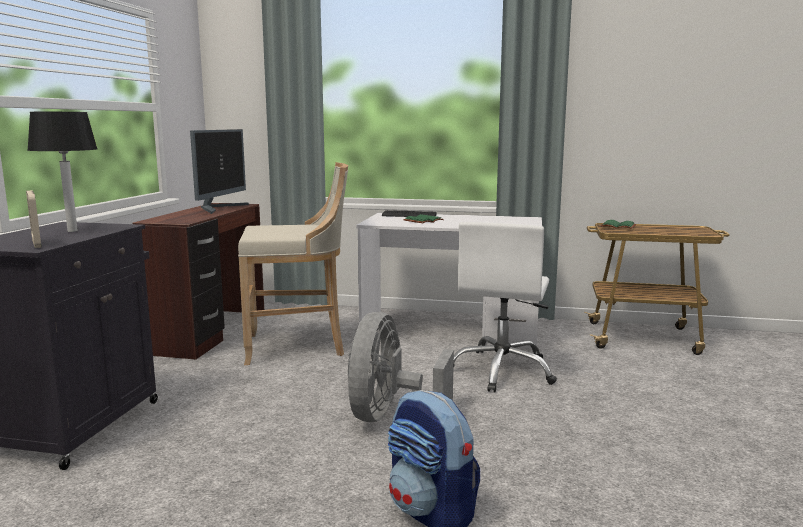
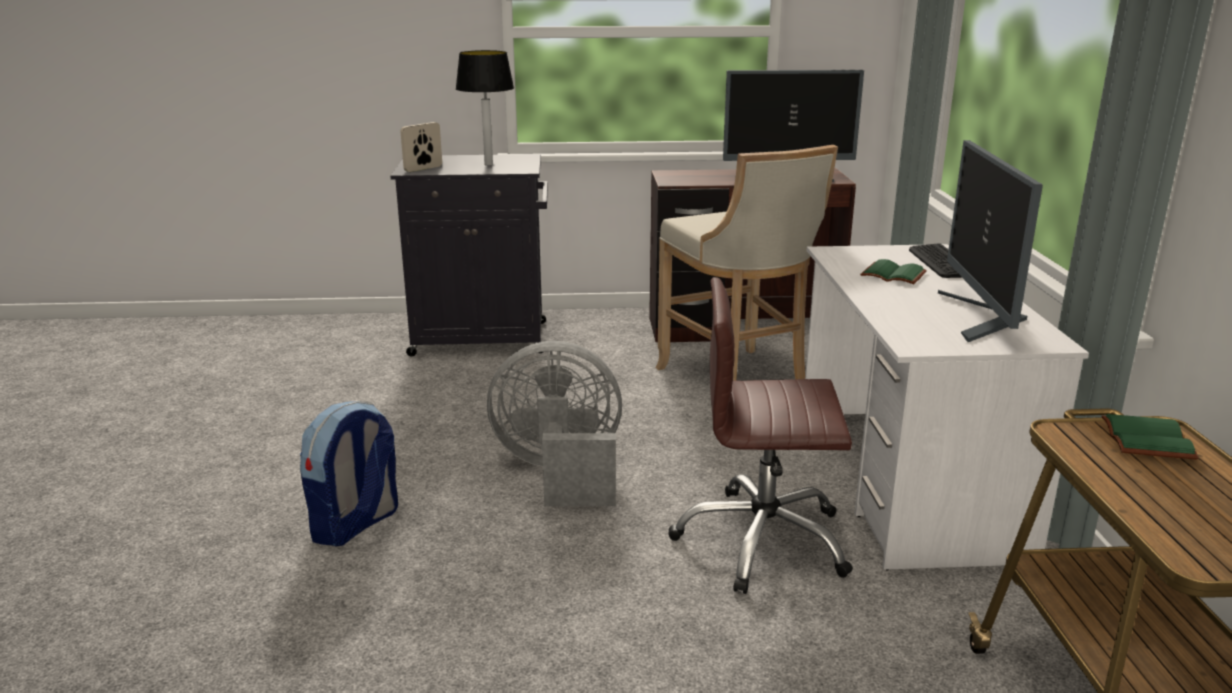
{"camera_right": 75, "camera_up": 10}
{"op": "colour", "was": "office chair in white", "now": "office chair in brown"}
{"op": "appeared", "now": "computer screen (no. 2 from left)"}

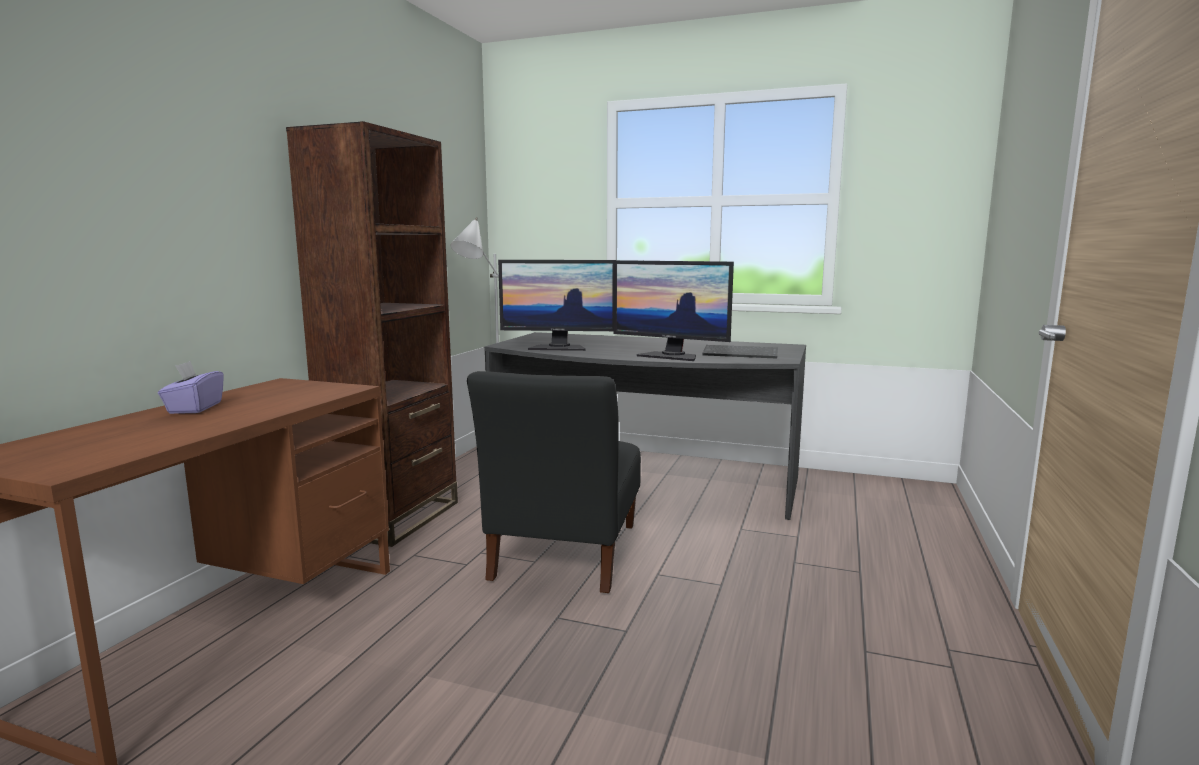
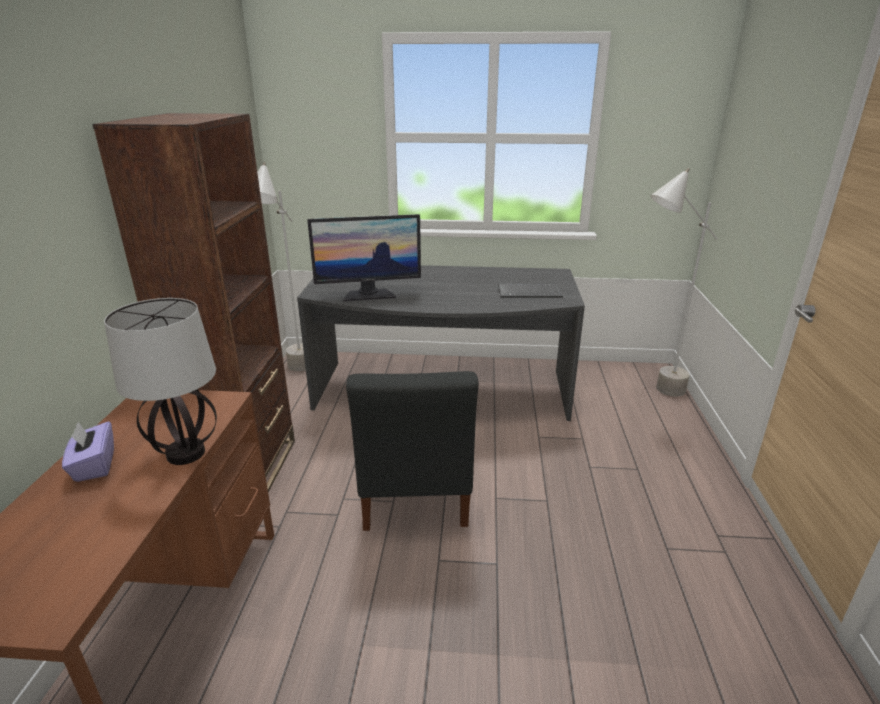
{"camera_right": -15, "camera_up": 15}
{"op": "missing", "was": "computer screen (no. 2 from left)"}
{"op": "appeared", "now": "lamp for a table"}
{"op": "appeared", "now": "standing lamp in grey (no. 2 from left)"}

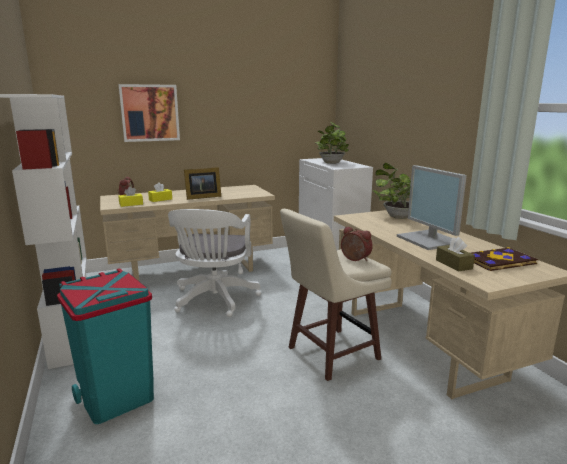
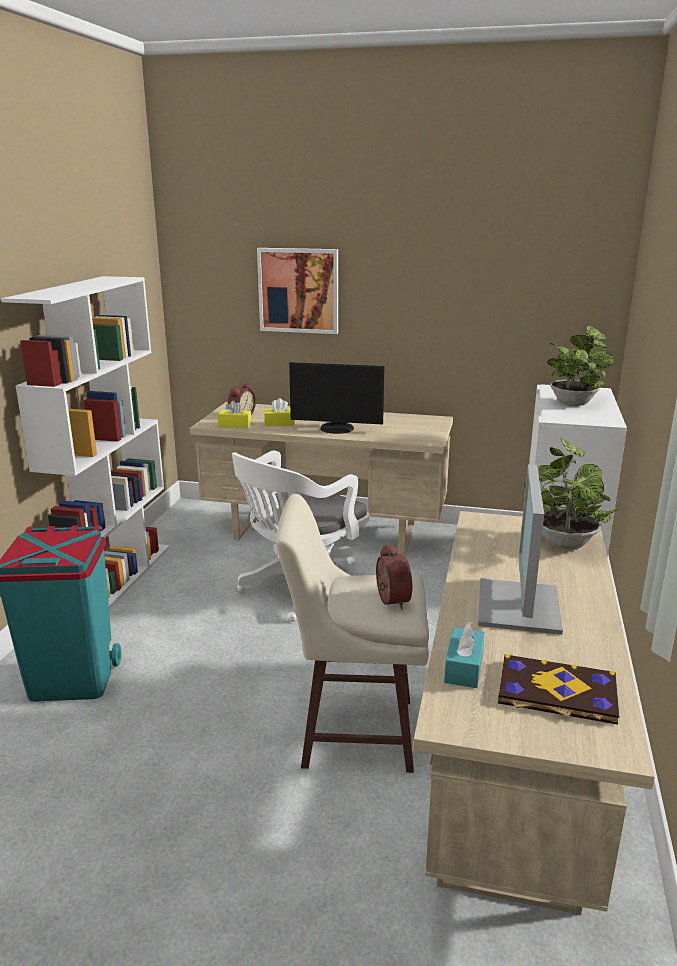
{"camera_right": 35, "camera_up": 5}
{"op": "exchanged", "was": "photo frame", "now": "computer screen (no. 1 from left)"}
{"op": "colour", "was": "tissue box in brown", "now": "tissue box in turquoise-coloured"}

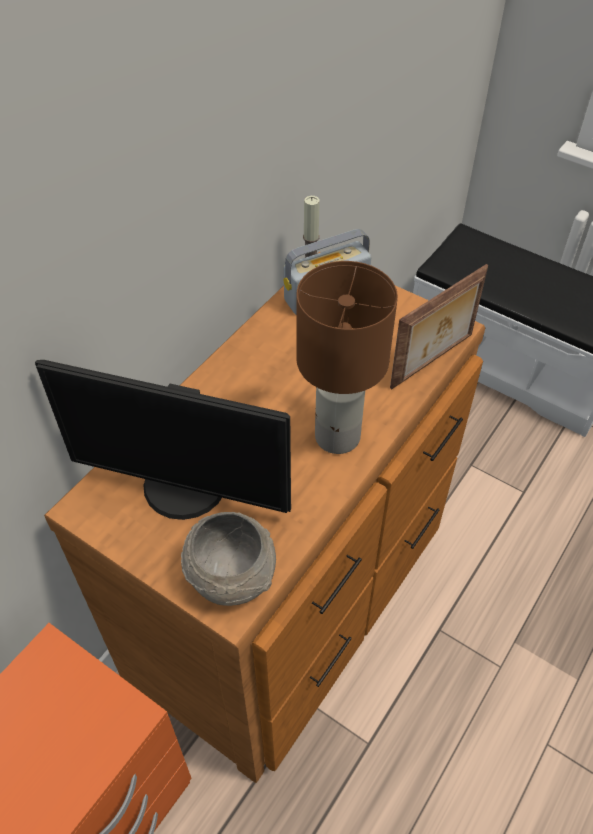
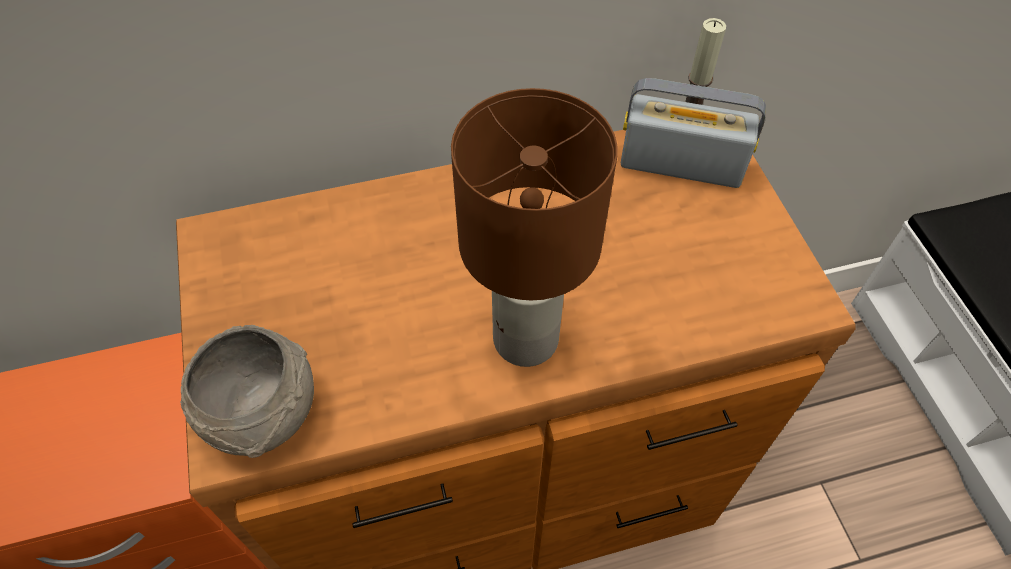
{"camera_right": 40, "camera_up": 5}
{"op": "missing", "was": "computer screen"}
{"op": "missing", "was": "photo frame"}

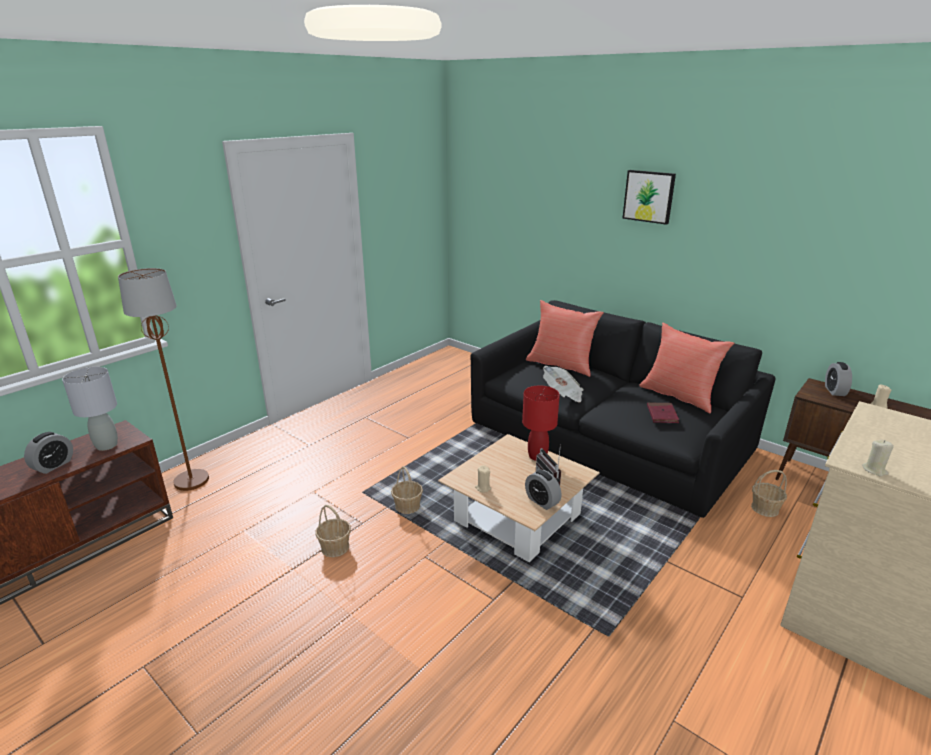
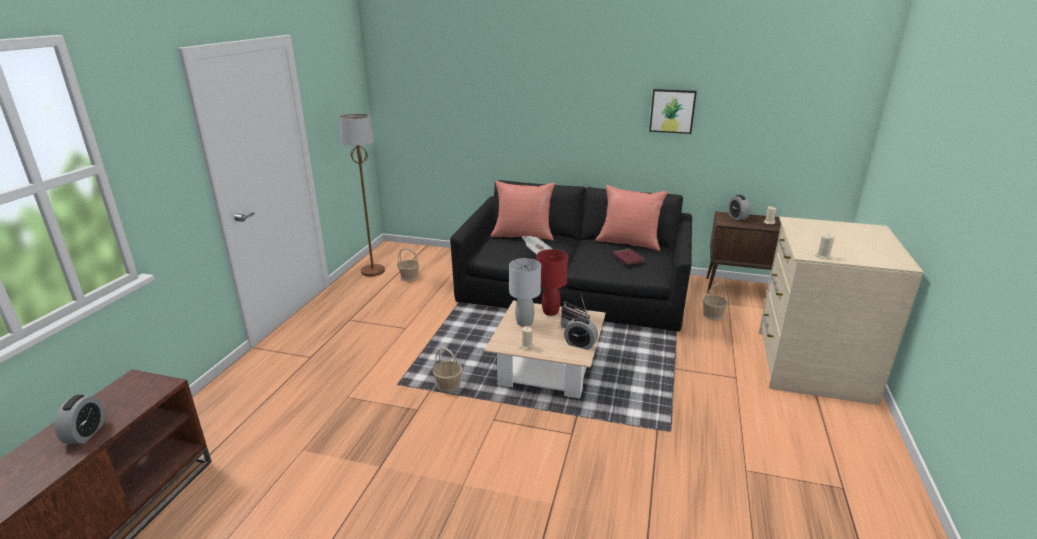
{"camera_right": -25, "camera_up": 0}
{"op": "relocated", "was": "lamp for a table in grey"}
{"op": "relocated", "was": "standing lamp in brown"}
{"op": "relocated", "was": "basket (no. 1 from left)"}
{"op": "relocated", "was": "picture"}

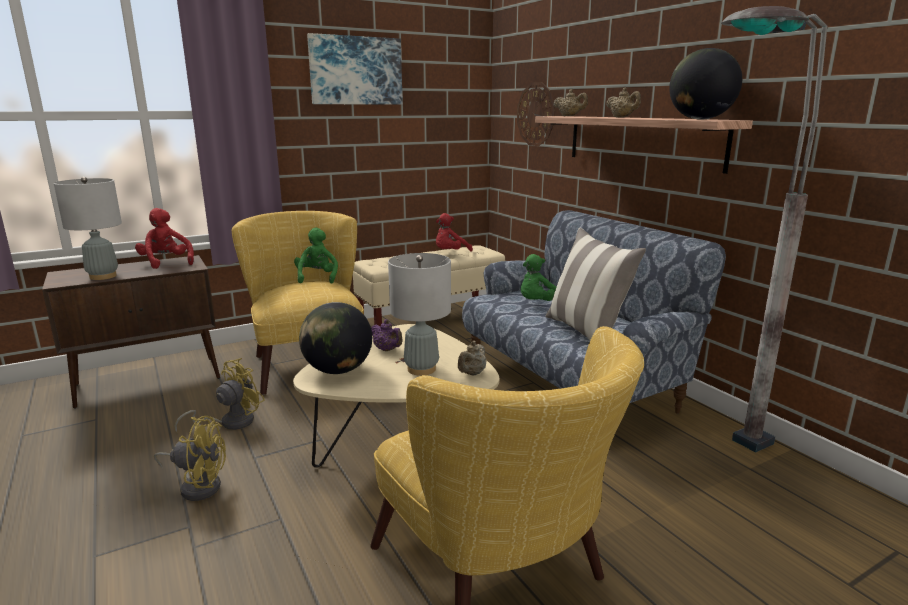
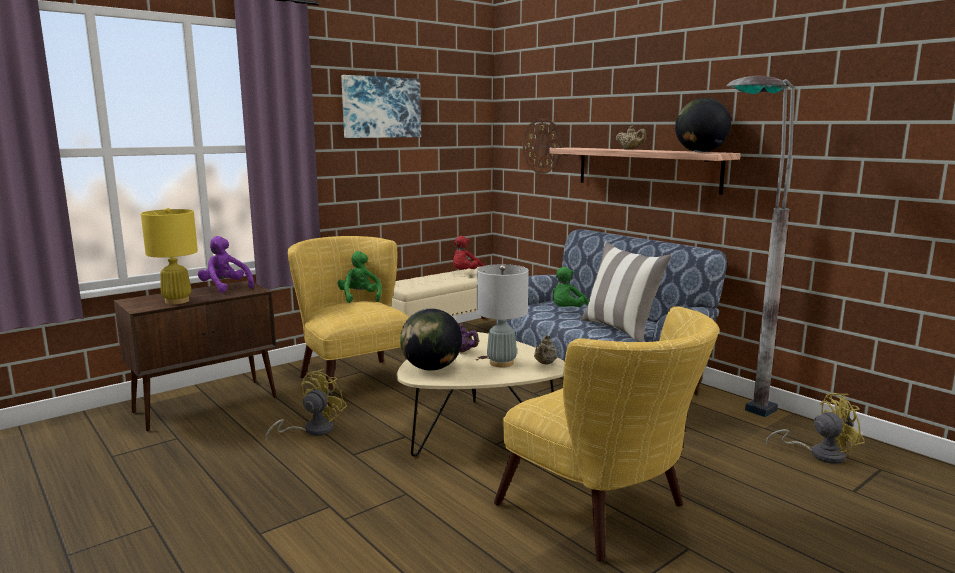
{"camera_right": -10, "camera_up": -5}
{"op": "colour", "was": "lamp for a table in grey (no. 1 from left)", "now": "lamp for a table in yellow"}
{"op": "colour", "was": "cuddly toy in reddish (no. 1 from left)", "now": "cuddly toy in purplish"}
{"op": "relocated", "was": "cooling fan in yellow (no. 1 from left in the first image)", "now": "cooling fan in yellow (no. 2 from left)"}
{"op": "missing", "was": "pot for tea in beige (no. 2 from left)"}

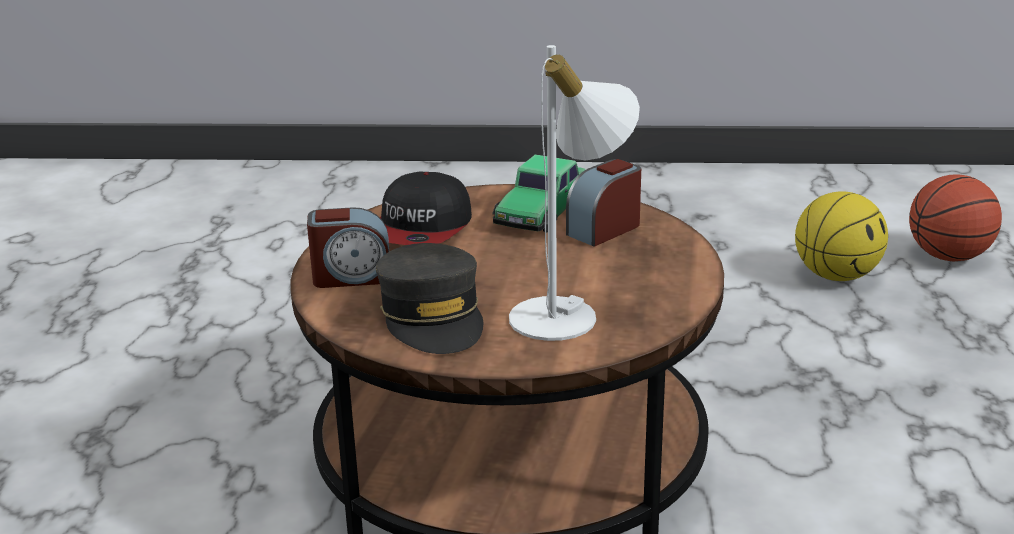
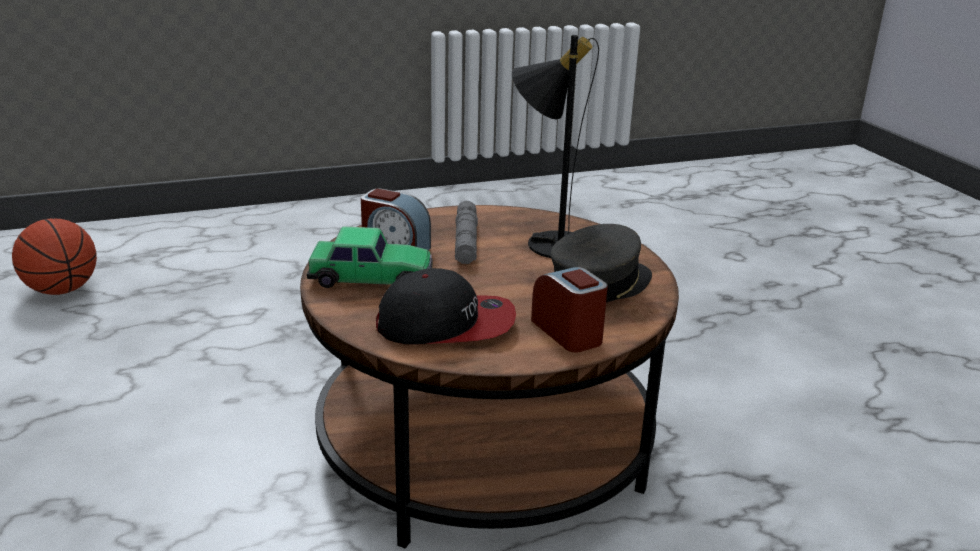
{"camera_right": -115, "camera_up": 0}
{"op": "colour", "was": "lamp for a table in white", "now": "lamp for a table in black"}
{"op": "missing", "was": "basketball (no. 1 from left)"}
{"op": "appeared", "now": "flashlight in grey"}

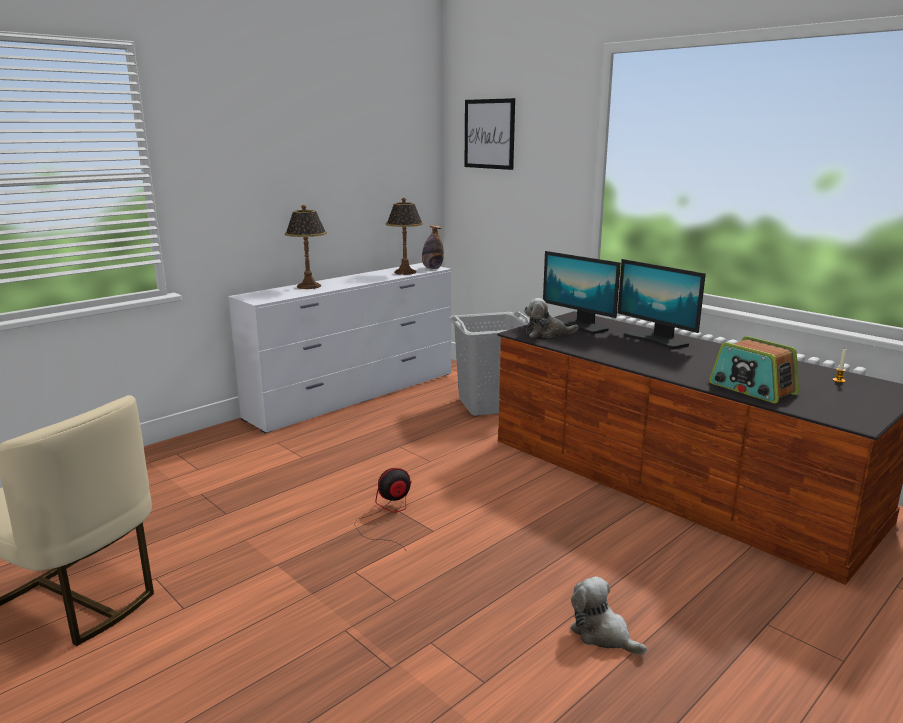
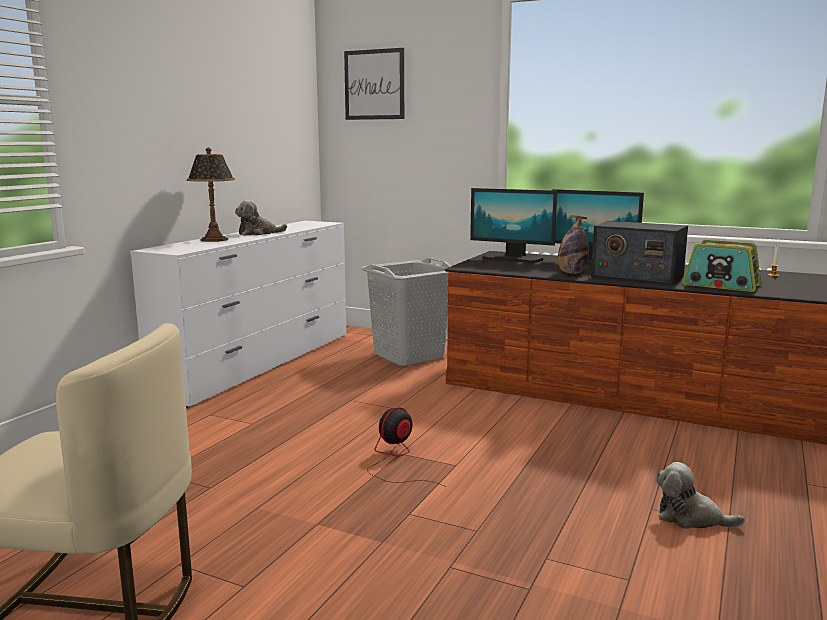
{"camera_right": -20, "camera_up": -5}
{"op": "missing", "was": "lamp for a table (no. 2 from left)"}
{"op": "relocated", "was": "bottle"}
{"op": "relocated", "was": "cuddly toy (no. 1 from left)"}
{"op": "appeared", "now": "radio (no. 1 from left)"}

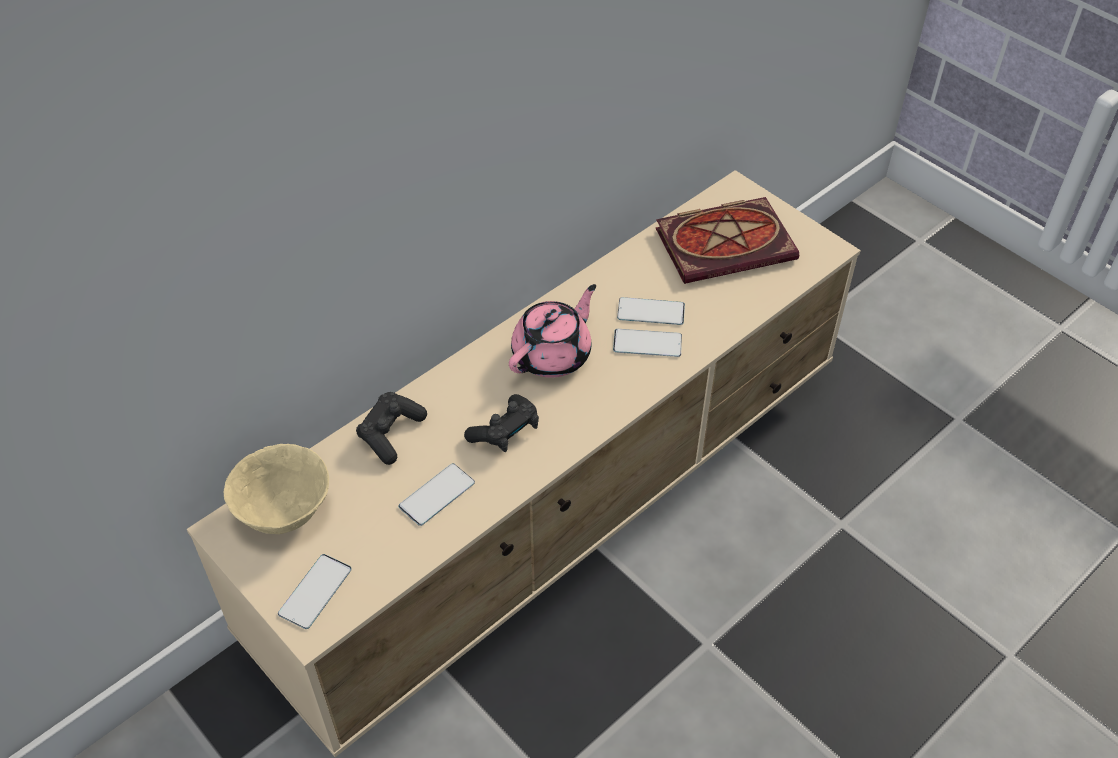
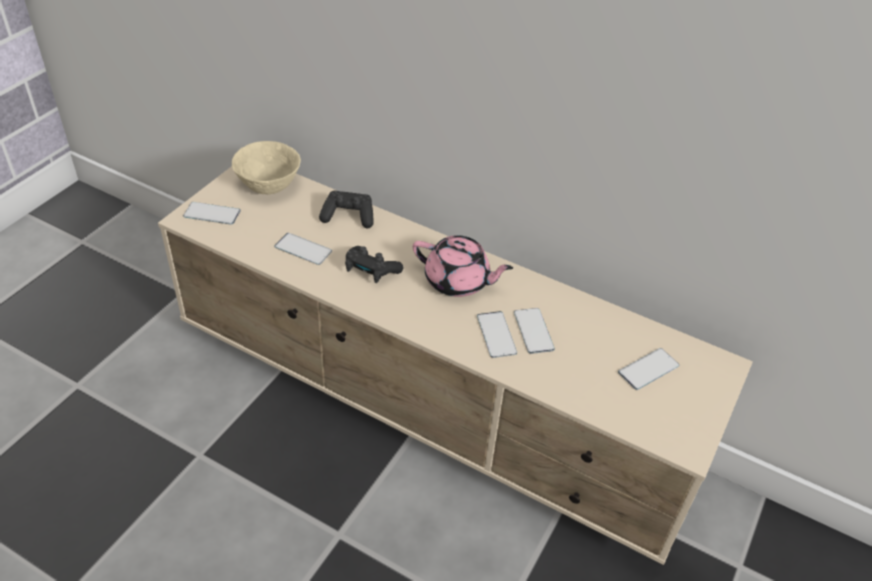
{"camera_right": 70, "camera_up": -5}
{"op": "exchanged", "was": "volume", "now": "phone (no. 5 from left)"}

